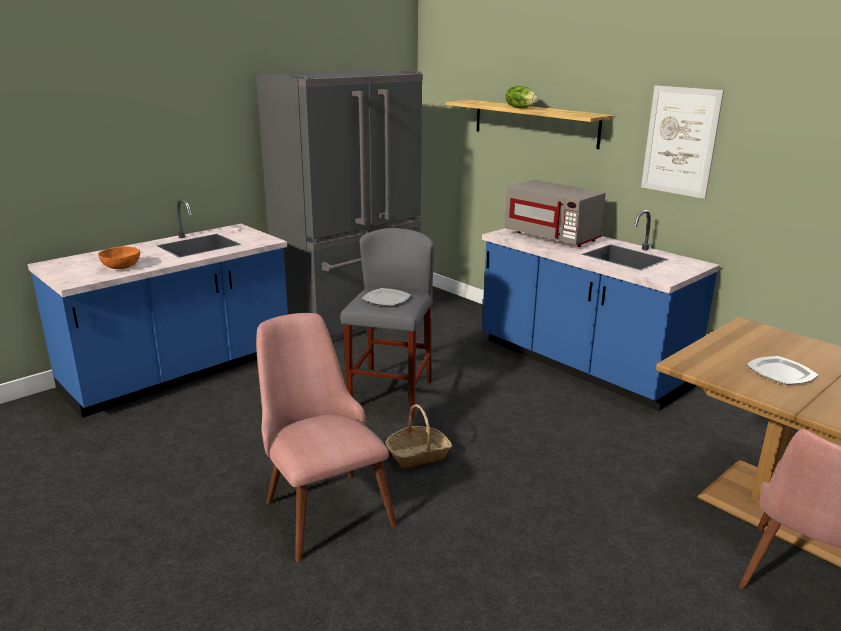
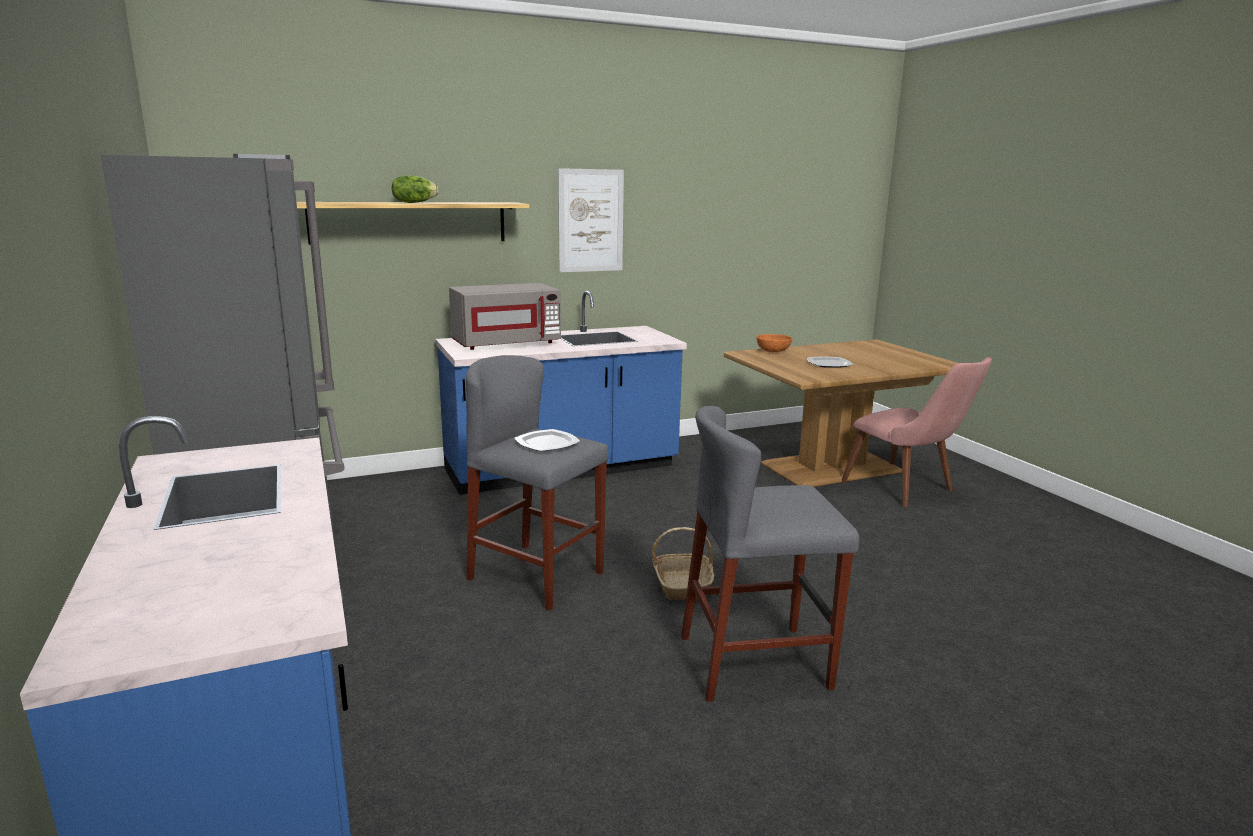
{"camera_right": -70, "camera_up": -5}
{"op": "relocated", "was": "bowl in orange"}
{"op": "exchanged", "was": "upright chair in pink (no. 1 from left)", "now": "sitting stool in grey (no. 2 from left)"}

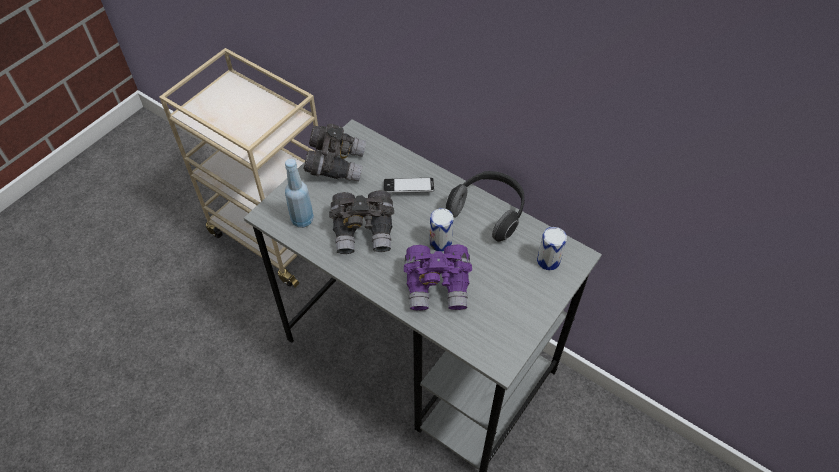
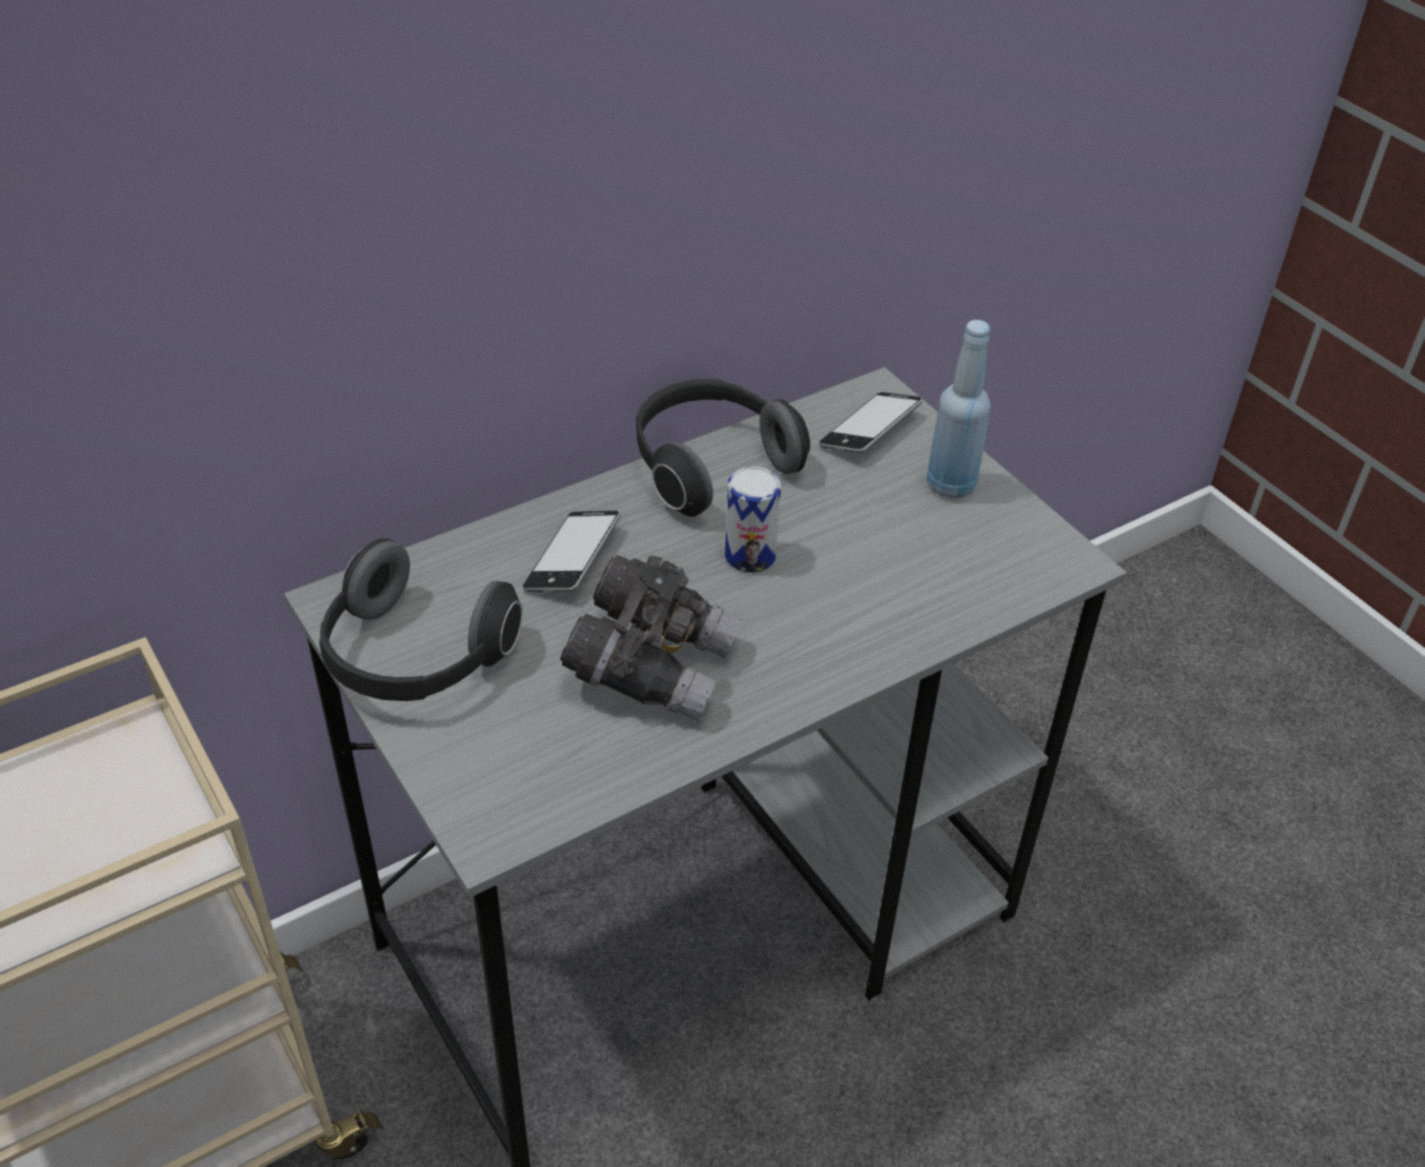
{"camera_right": -70, "camera_up": -10}
{"op": "relocated", "was": "bottle in blue"}
{"op": "exchanged", "was": "field glasses in grey (no. 1 from left)", "now": "headphones (no. 1 from left)"}
{"op": "missing", "was": "field glasses in purplish"}
{"op": "exchanged", "was": "sealed can (no. 2 from left)", "now": "phone (no. 2 from left)"}

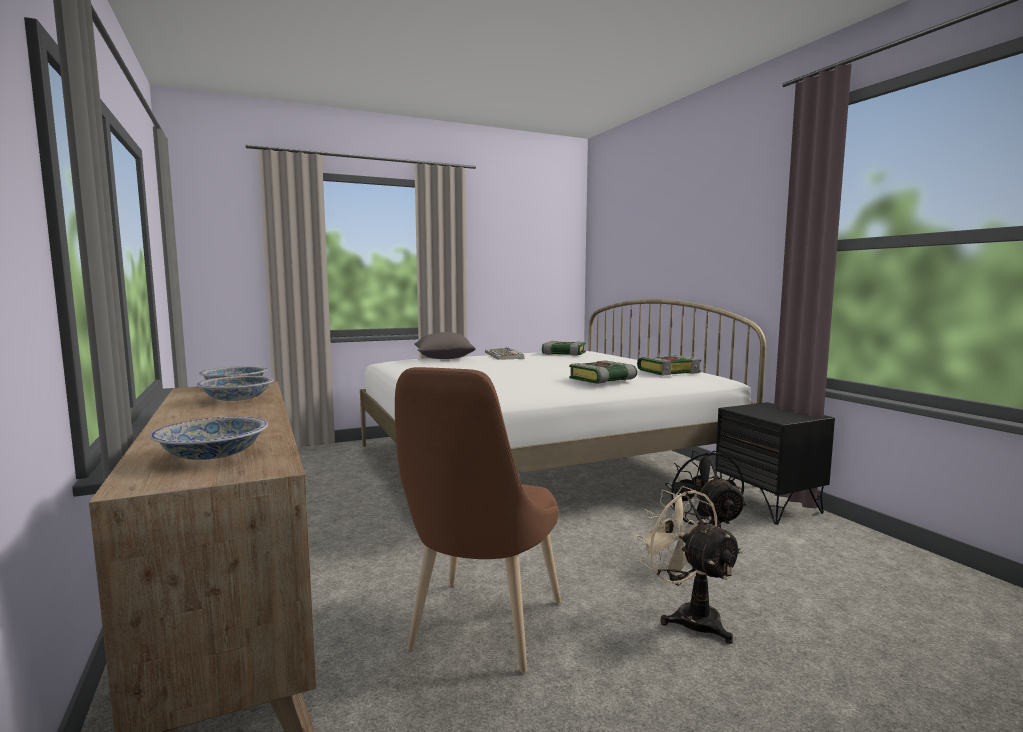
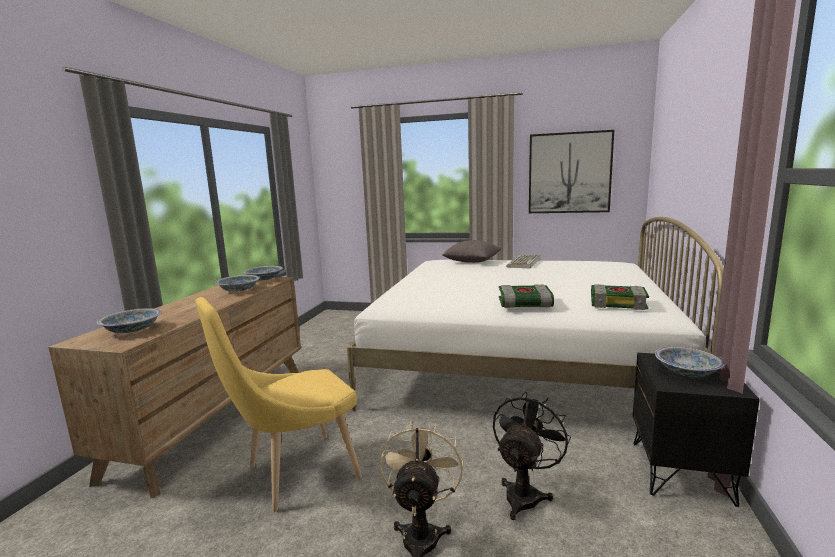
{"camera_right": 40, "camera_up": 5}
{"op": "colour", "was": "upright chair in brown", "now": "upright chair in yellow"}
{"op": "missing", "was": "volume (no. 1 from left)"}
{"op": "appeared", "now": "picture"}
{"op": "appeared", "now": "bowl (no. 4 from left)"}

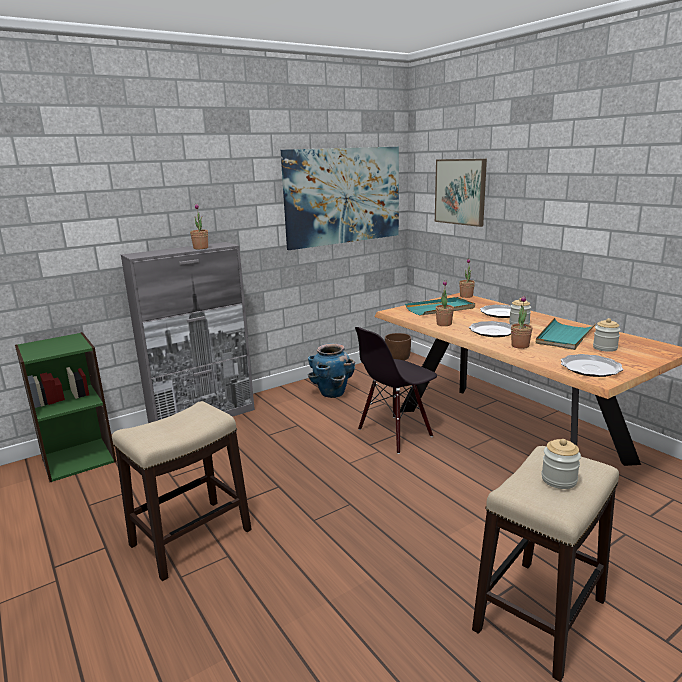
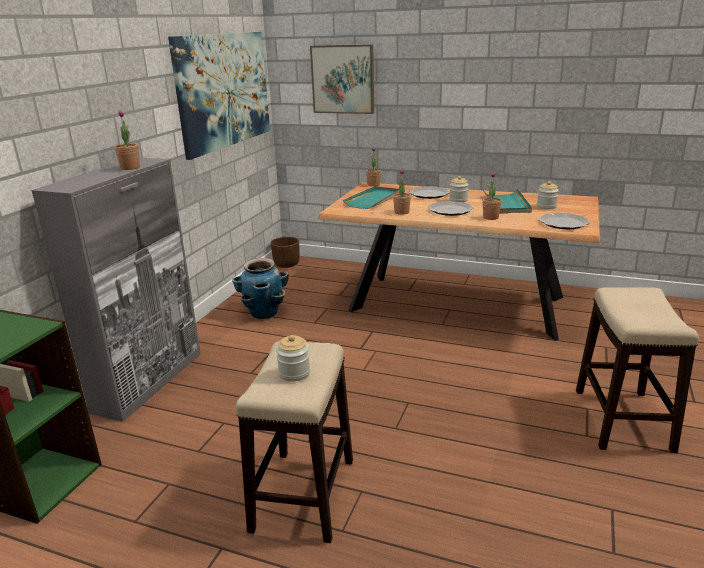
{"camera_right": -35, "camera_up": 5}
{"op": "missing", "was": "upright chair in black"}
{"op": "relocated", "was": "preserve jar (no. 2 from left in the first image)", "now": "preserve jar (no. 1 from left)"}

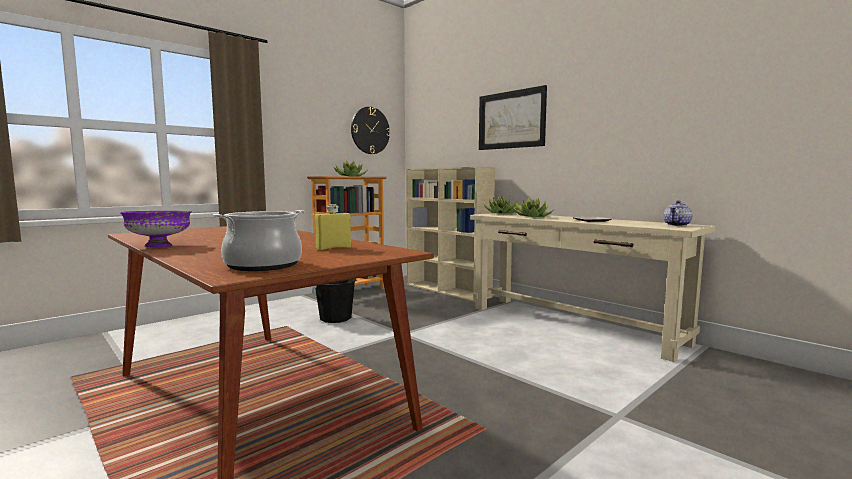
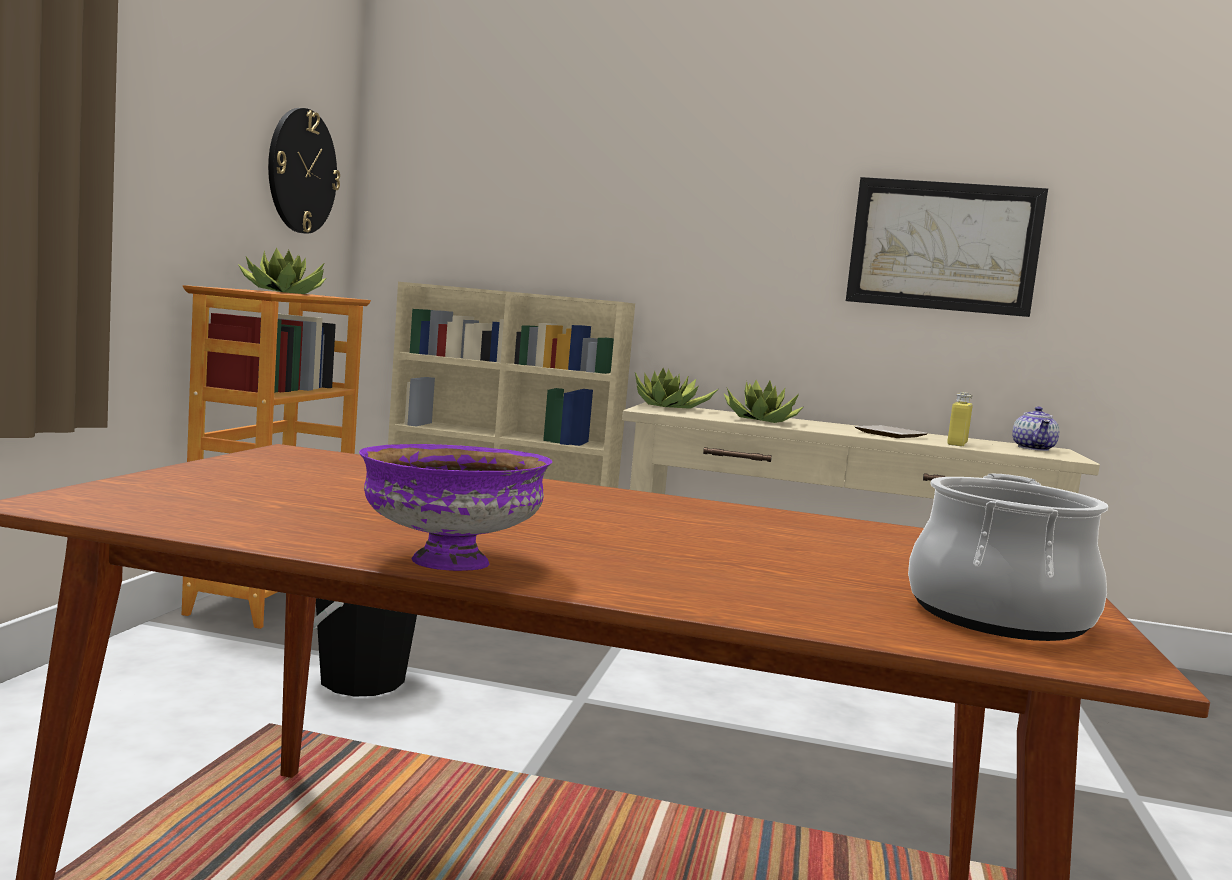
{"camera_right": -35, "camera_up": 0}
{"op": "relocated", "was": "bottle in yellow"}
{"op": "relocated", "was": "picture"}

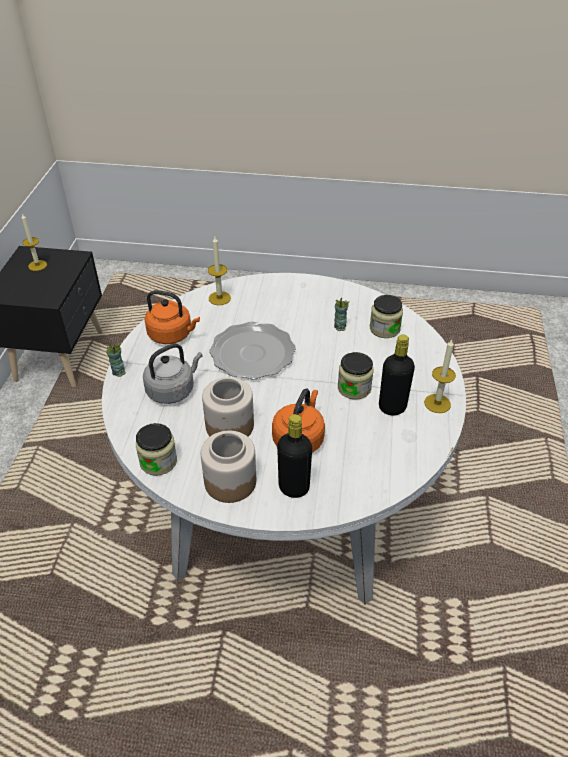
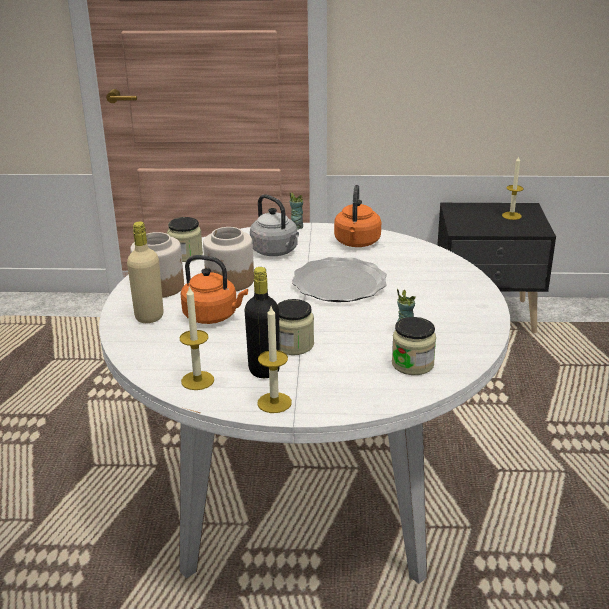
{"camera_right": 85, "camera_up": -15}
{"op": "relocated", "was": "wax light (no. 2 from left in the first image)", "now": "wax light (no. 1 from left)"}
{"op": "colour", "was": "bottle in black (no. 1 from left)", "now": "bottle in beige"}

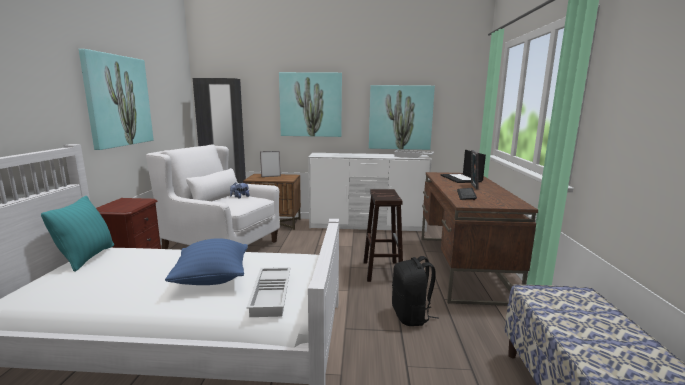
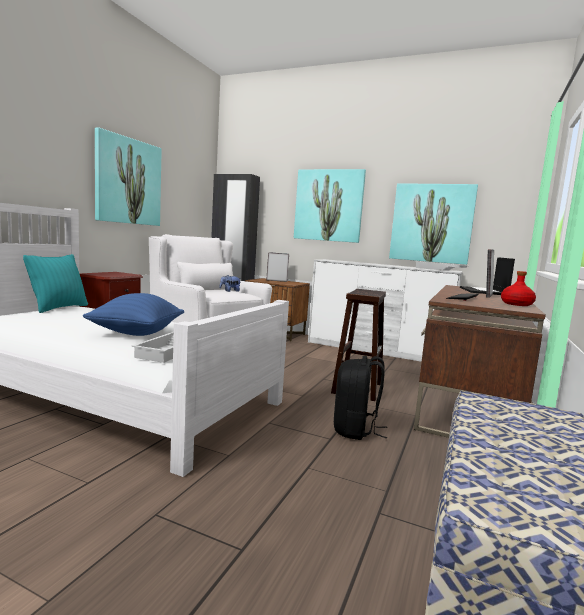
{"camera_right": 20, "camera_up": -5}
{"op": "appeared", "now": "bottle in reddish"}

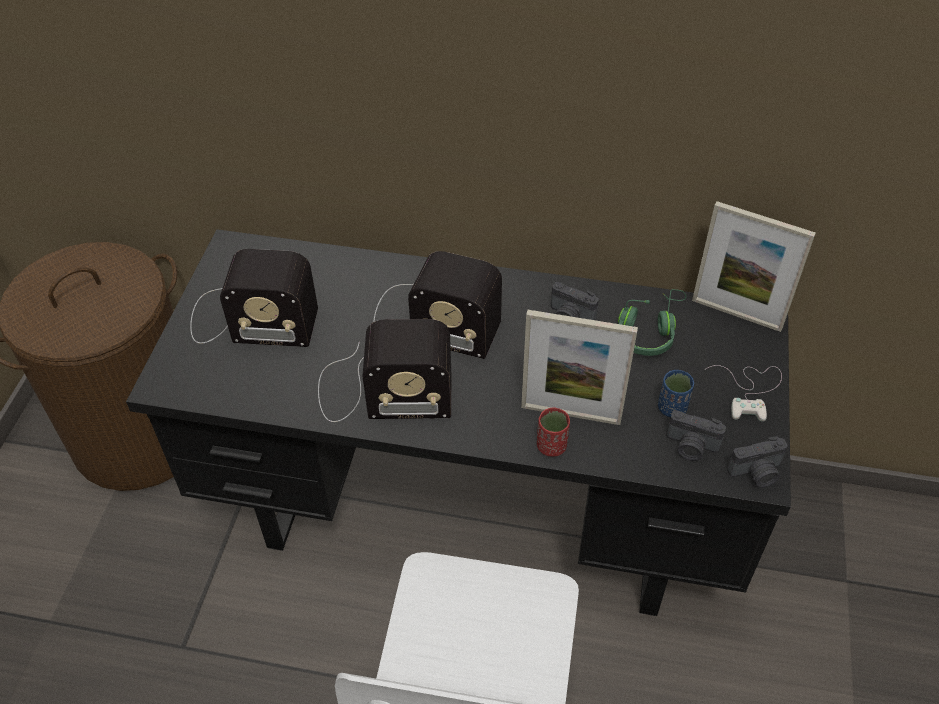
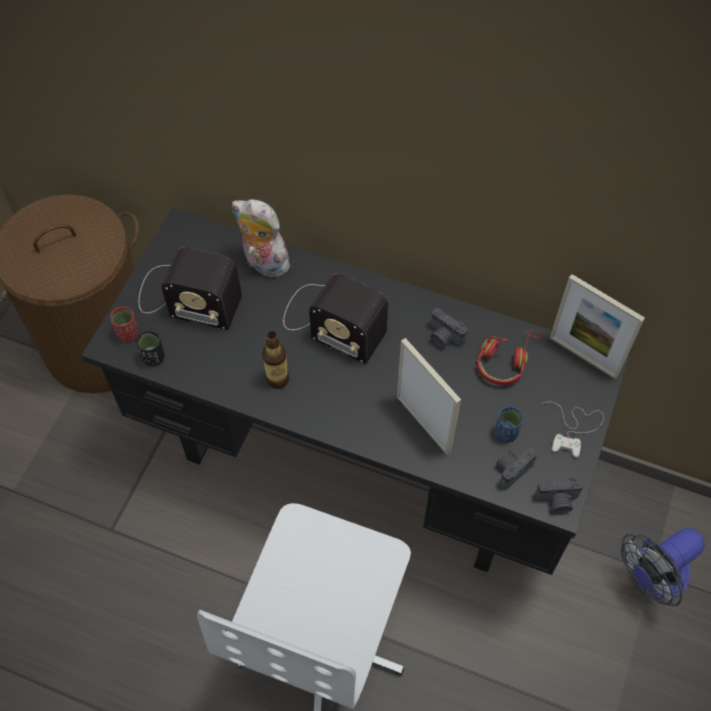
{"camera_right": 10, "camera_up": 10}
{"op": "exchanged", "was": "radio (no. 2 from left)", "now": "bottle"}
{"op": "spun", "was": "photo frame (no. 1 from left)", "clockwise": -150}
{"op": "relocated", "was": "small cup in reddish"}
{"op": "colour", "was": "headphones in green", "now": "headphones in reddish"}
{"op": "spun", "was": "photo camera (no. 2 from left)", "clockwise": 105}
{"op": "appeared", "now": "small cup in black"}
{"op": "appeared", "now": "cuddly toy"}
{"op": "appeared", "now": "cooling fan"}

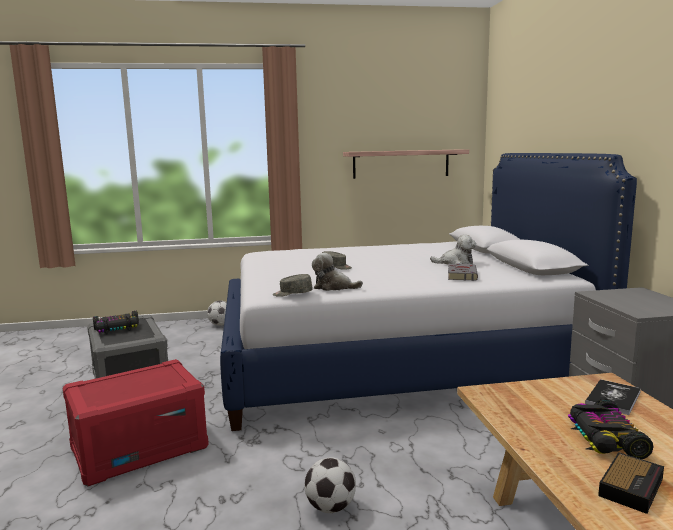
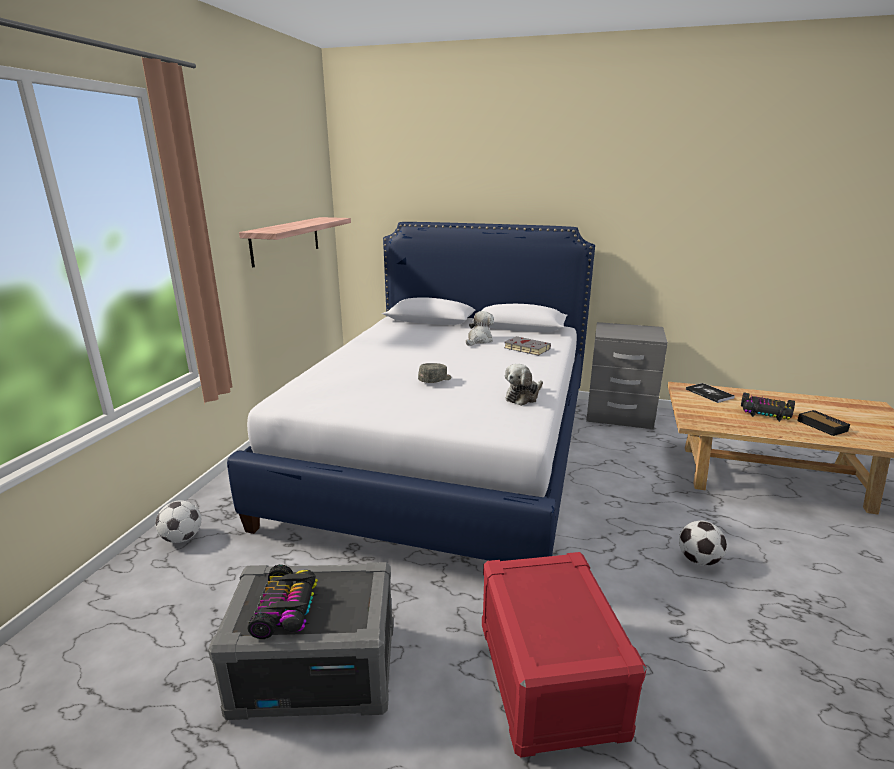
{"camera_right": -65, "camera_up": 10}
{"op": "missing", "was": "cap in grey (no. 1 from left)"}

